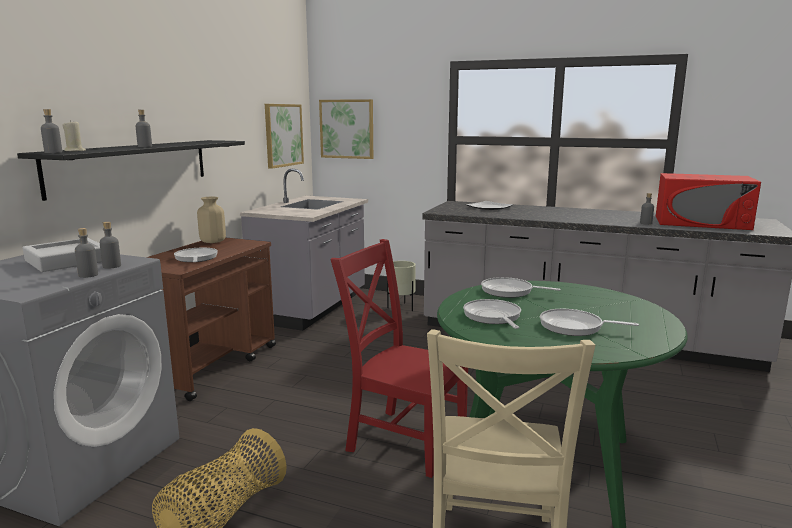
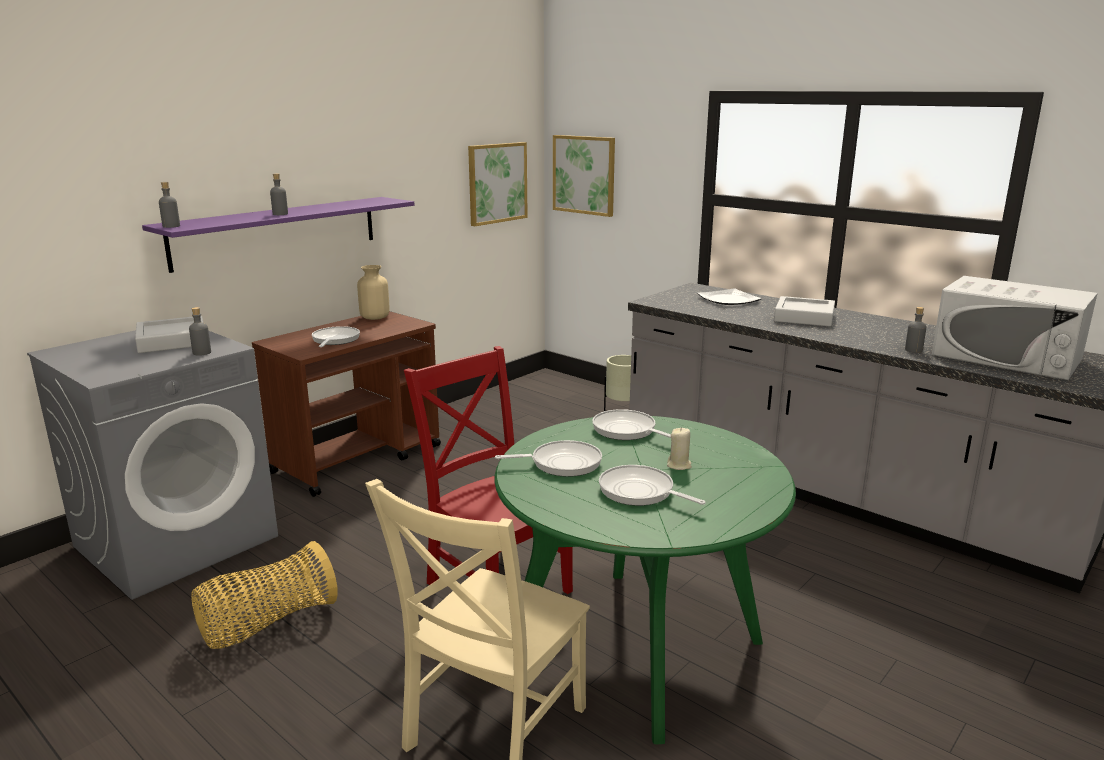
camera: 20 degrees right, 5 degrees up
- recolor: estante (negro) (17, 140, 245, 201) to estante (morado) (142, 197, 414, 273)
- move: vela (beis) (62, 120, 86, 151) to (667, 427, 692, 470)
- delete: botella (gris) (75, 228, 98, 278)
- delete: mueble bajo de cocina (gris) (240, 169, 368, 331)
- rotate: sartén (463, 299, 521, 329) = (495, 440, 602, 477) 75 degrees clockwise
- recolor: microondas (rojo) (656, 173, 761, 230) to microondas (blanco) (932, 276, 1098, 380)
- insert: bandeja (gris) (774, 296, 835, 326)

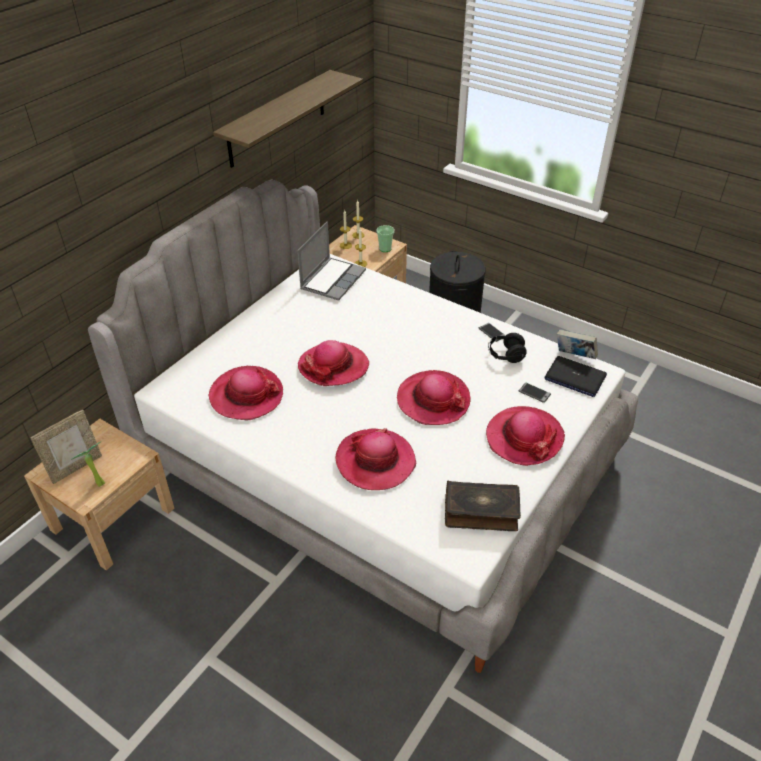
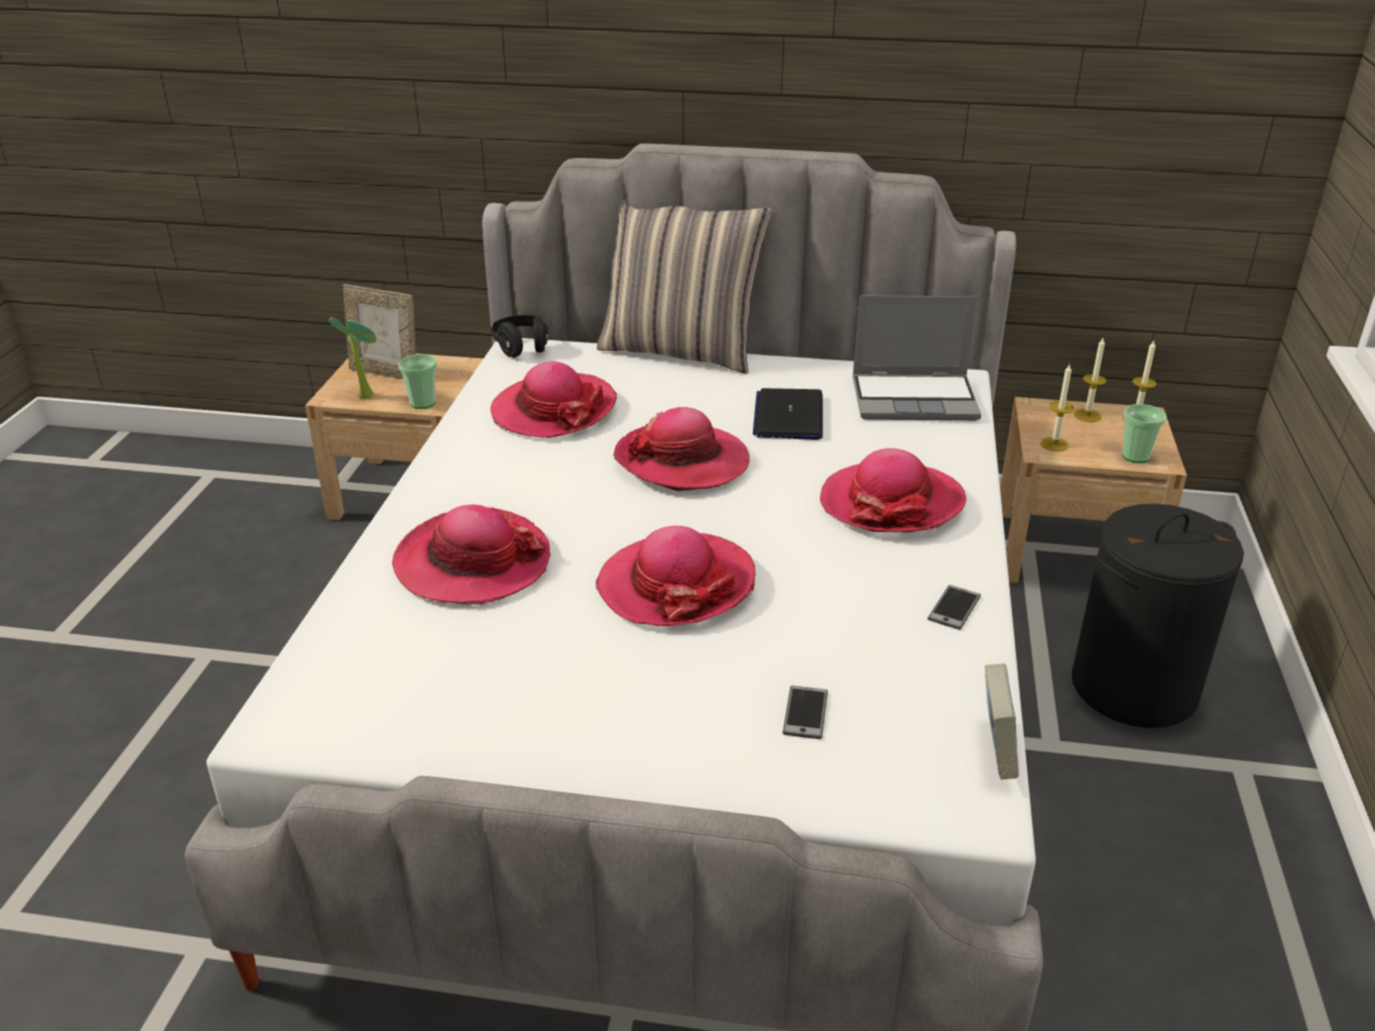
camera: 65 degrees right, 10 degrees down
- delete: estante (213, 70, 363, 168)
- delete: libro (445, 481, 521, 531)
- move: sombrero (486, 406, 565, 466) to (820, 448, 966, 532)
- move: auriculares (negro) (488, 333, 527, 363) to (491, 315, 548, 358)
- move: portátil (544, 356, 607, 397) to (753, 388, 823, 440)
- insert: taza (399, 354, 437, 409)
- insert: cojín (597, 199, 772, 374)

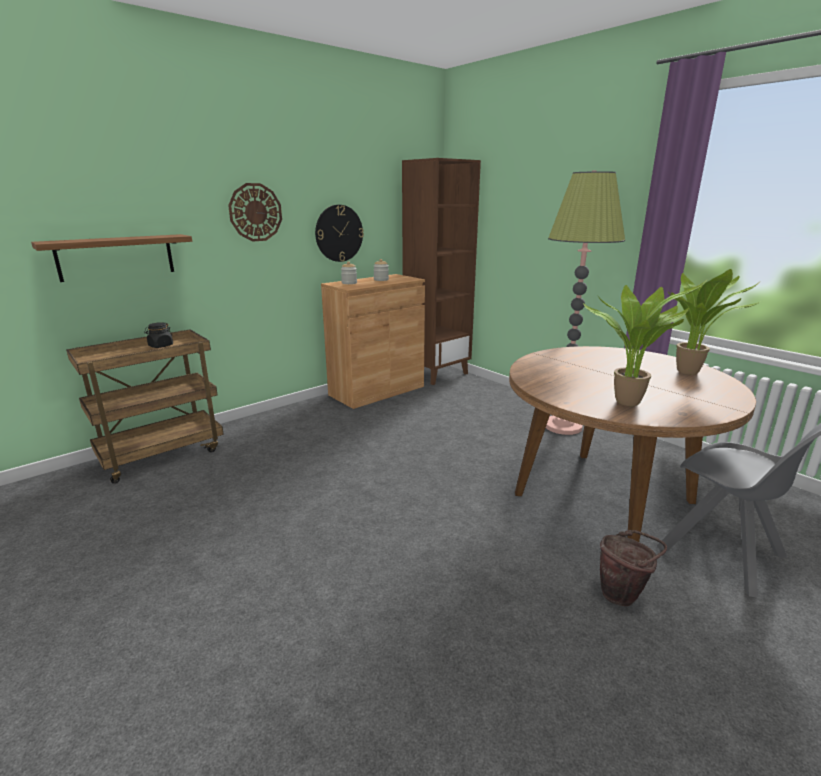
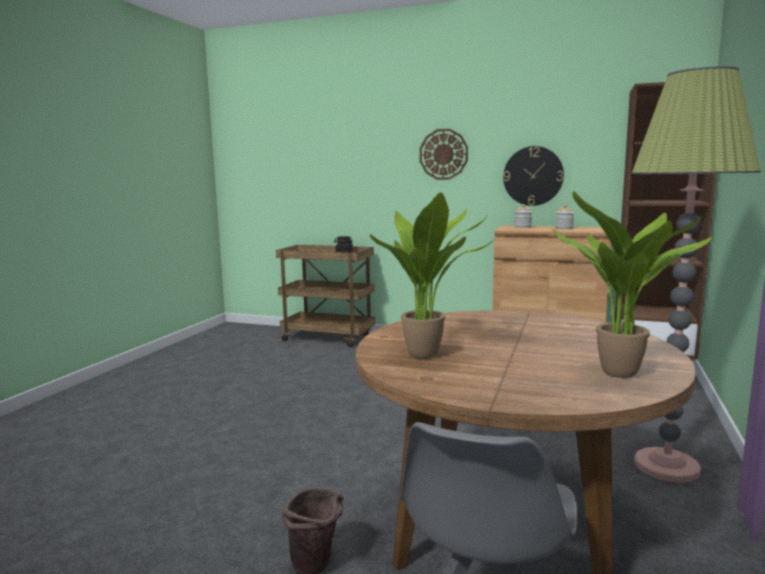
camera: 60 degrees right, 10 degrees down
- delete: estante (31, 234, 192, 282)

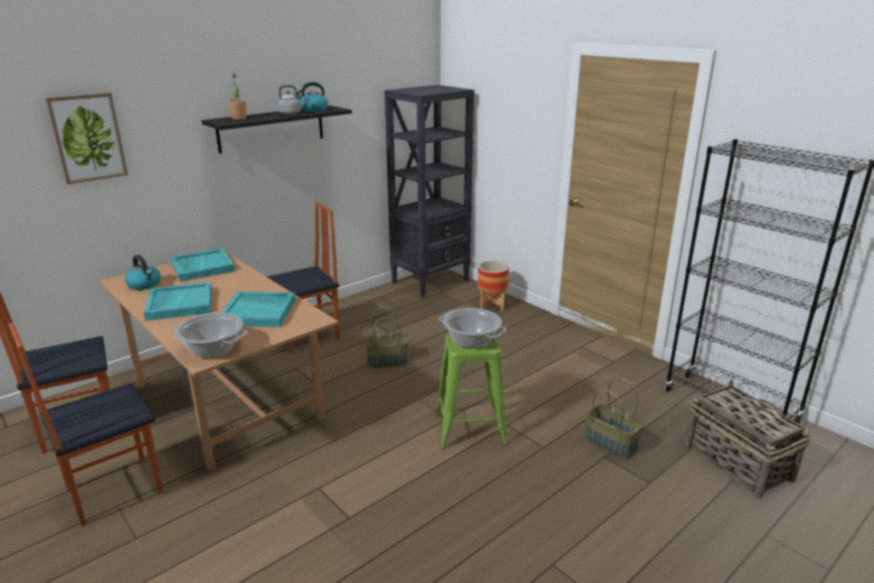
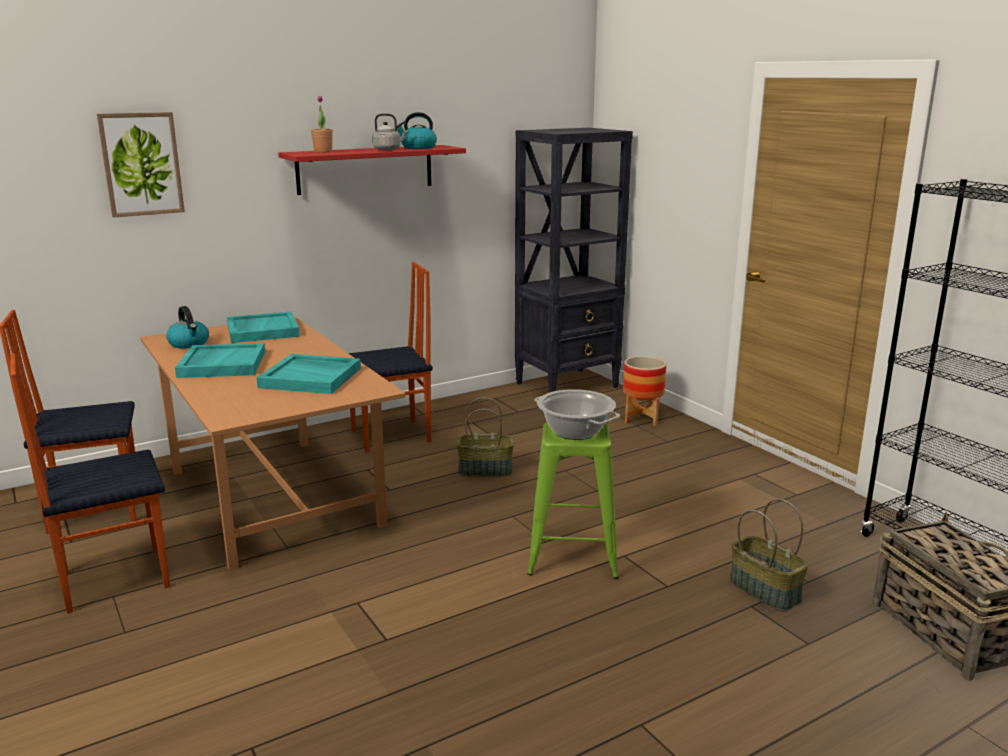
camera: 10 degrees right, 5 degrees down
- delete: olla (172, 312, 248, 358)
- recolor: estante (negro) (201, 105, 352, 154) to estante (rojo) (278, 145, 466, 195)

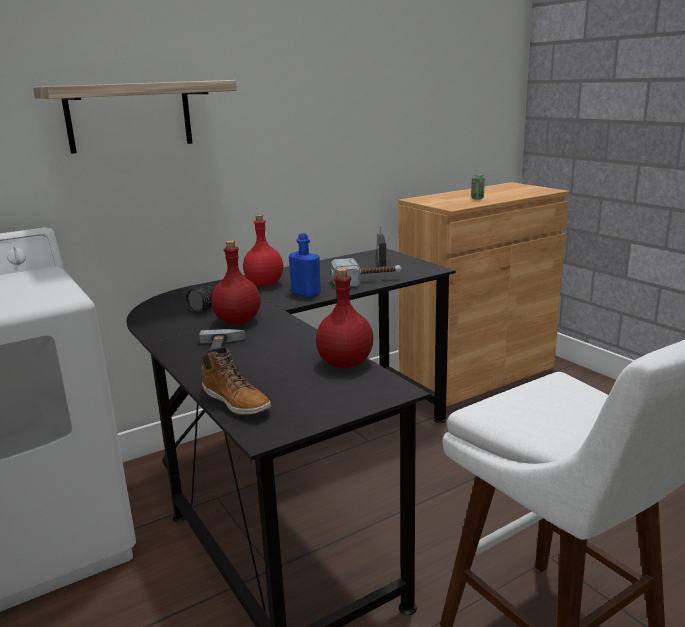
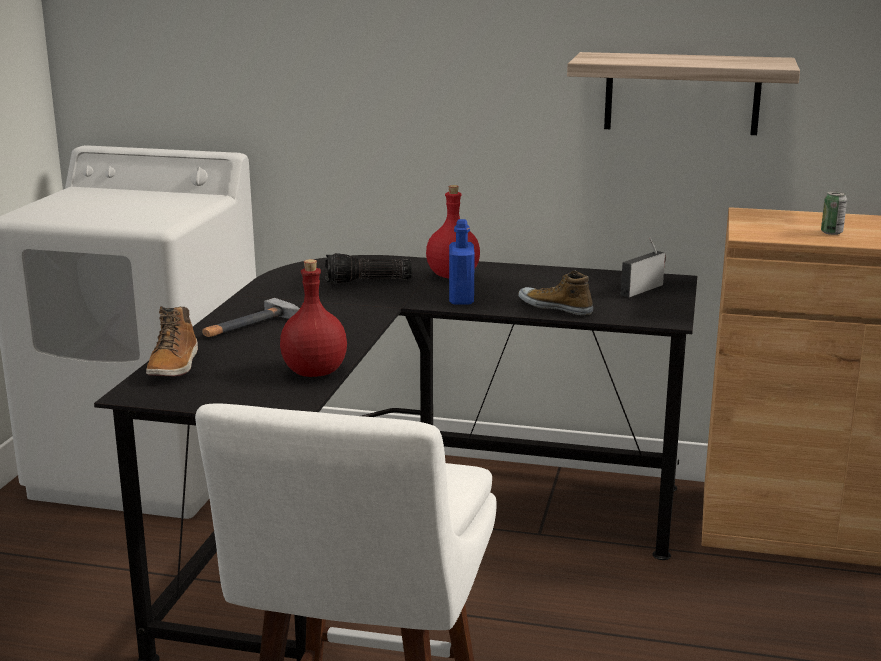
camera: 45 degrees right, 0 degrees up
- move: estante (33, 80, 237, 154) to (567, 52, 800, 135)
- delete: botella (rojo) (211, 240, 261, 325)
- replace: martillo (331, 258, 401, 287) to zapato (518, 270, 593, 316)

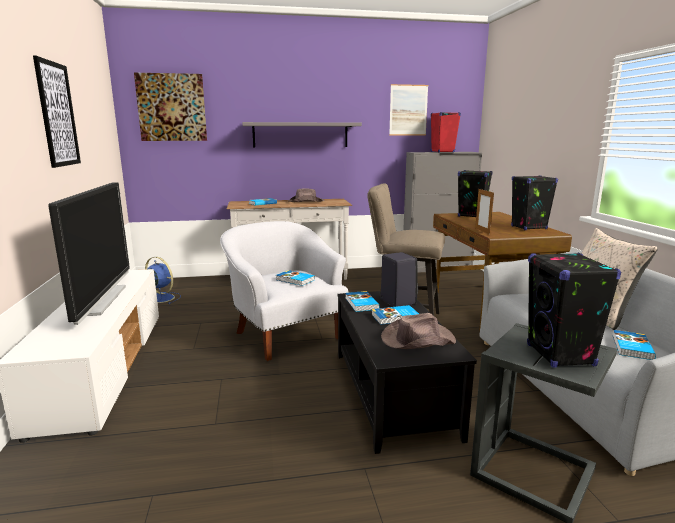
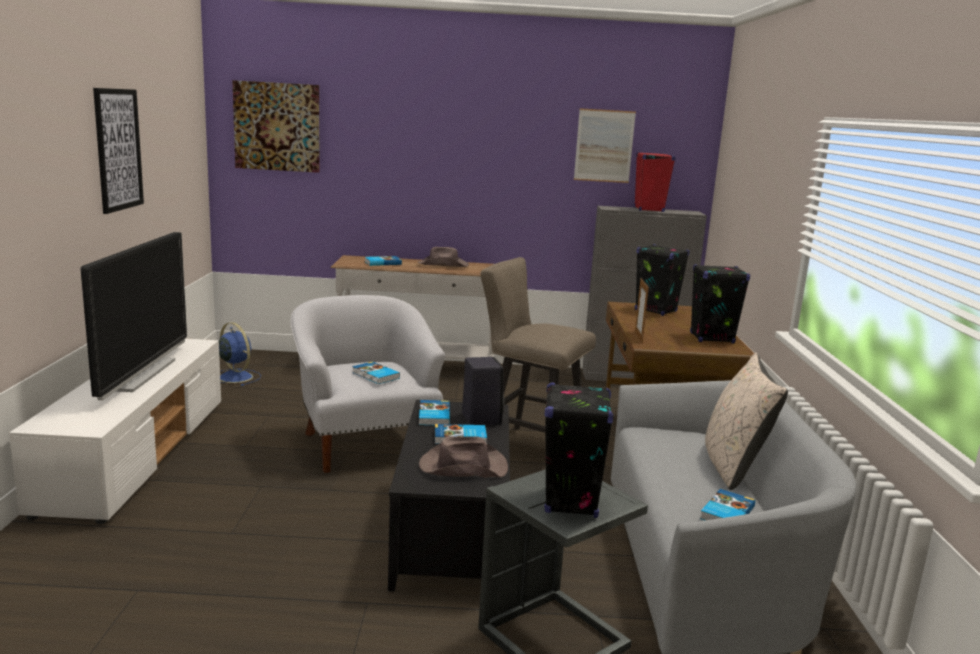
camera: 10 degrees right, 0 degrees up
- delete: estante (gris) (242, 122, 362, 147)

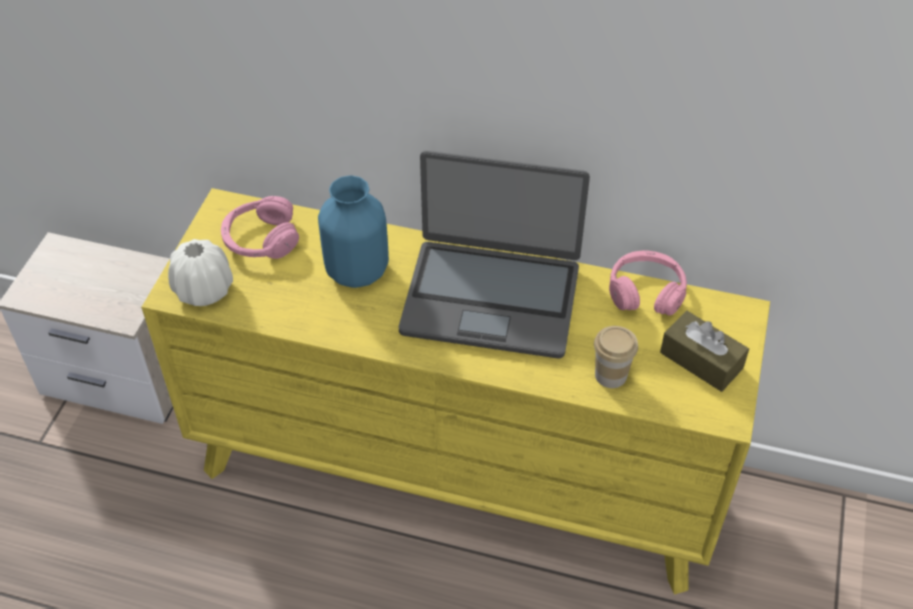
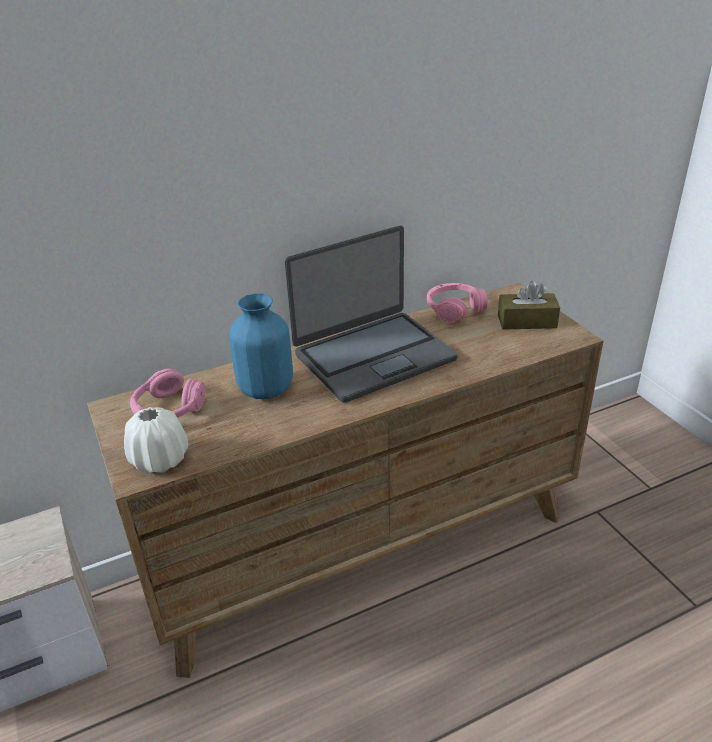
camera: 40 degrees left, 15 degrees down
- recolor: cómoda (amarillo) (141, 188, 770, 594) to cómoda (marrón) (87, 283, 603, 678)
- delete: taza (594, 326, 638, 388)

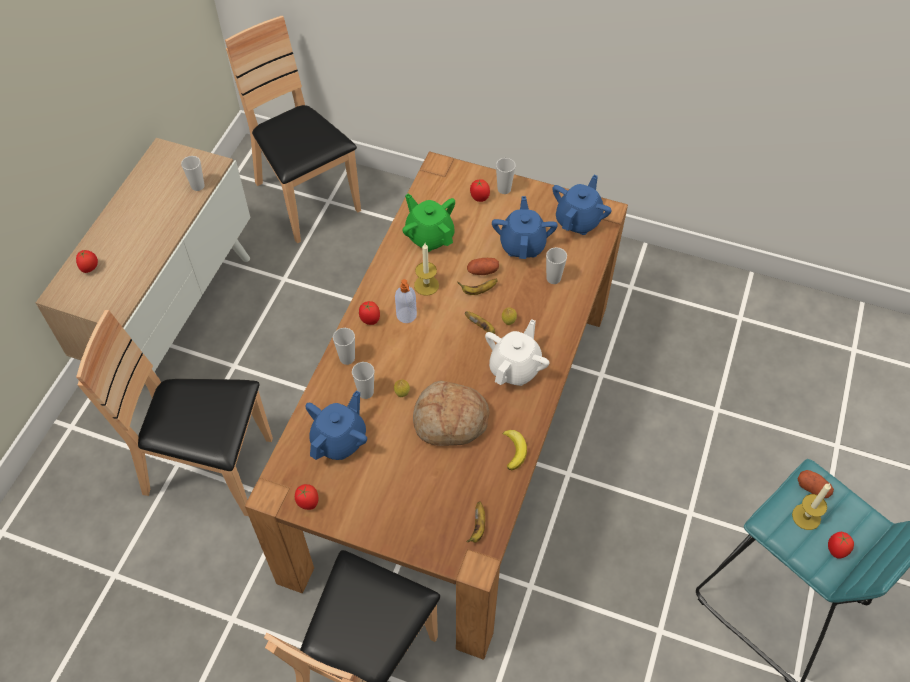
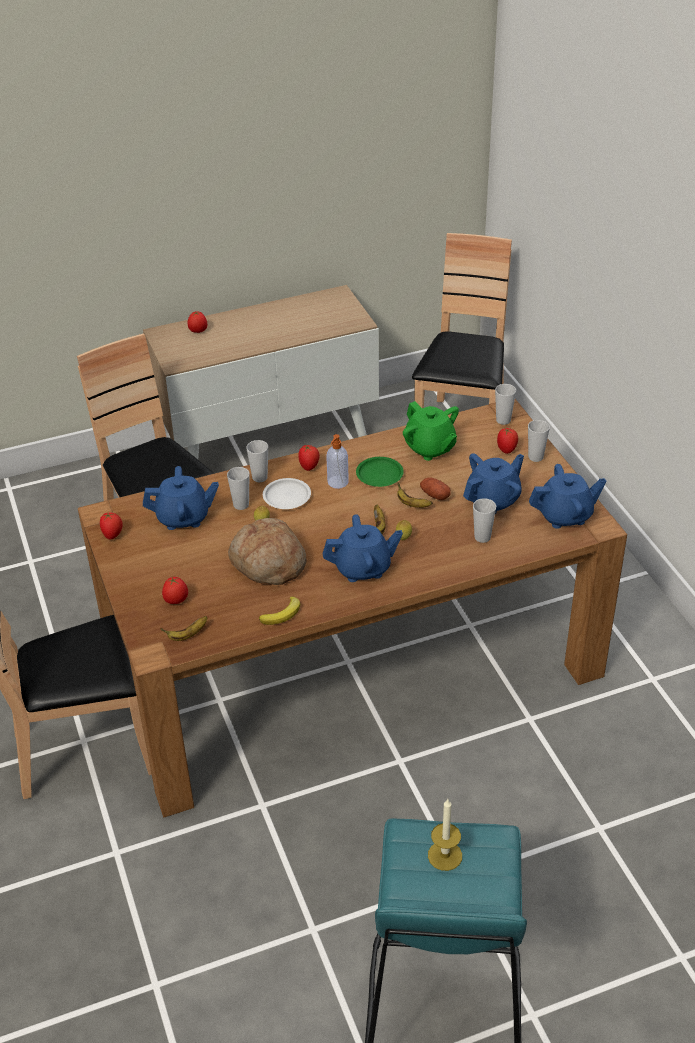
camera: 50 degrees right, 15 degrees down
- move: taza (181, 156, 204, 191) to (495, 384, 516, 425)
- rotate: tetera (verde) (402, 193, 455, 252) = (403, 401, 459, 461) 135 degrees clockwise
- replace: vela (414, 243, 439, 296) to plato (verde) (356, 457, 404, 487)
- recolor: tetera (blanco) (485, 319, 549, 386) to tetera (azul) (323, 514, 403, 582)
- delete: patata (797, 470, 834, 498)
- move: tomate (828, 532, 854, 558) to (162, 577, 188, 604)
- insert: plato (blanco) (263, 478, 311, 509)

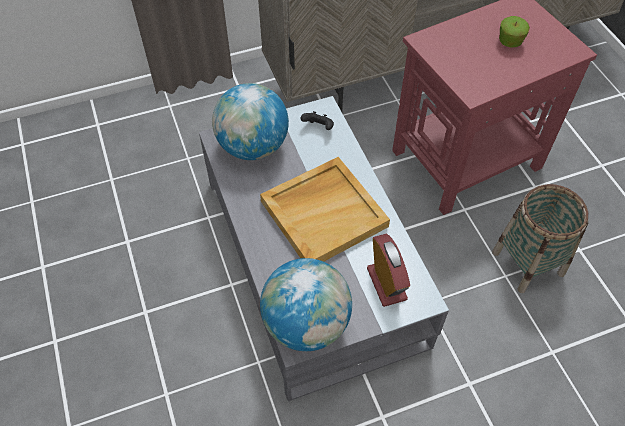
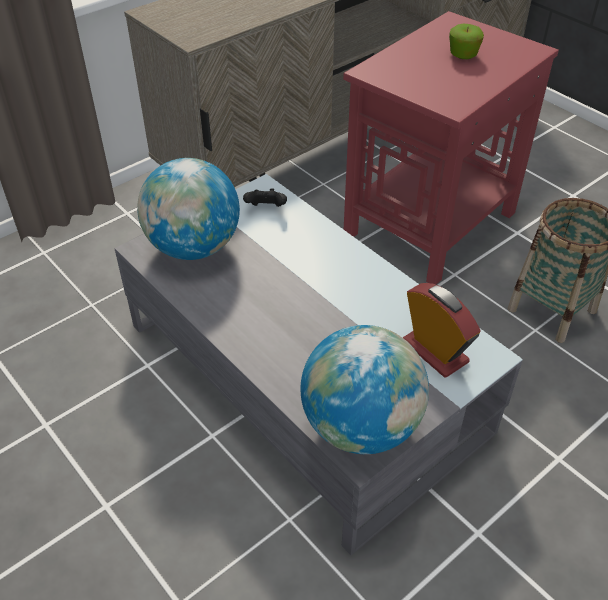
camera: 20 degrees left, 10 degrees down
- delete: bandeja (beis) (260, 157, 390, 262)

